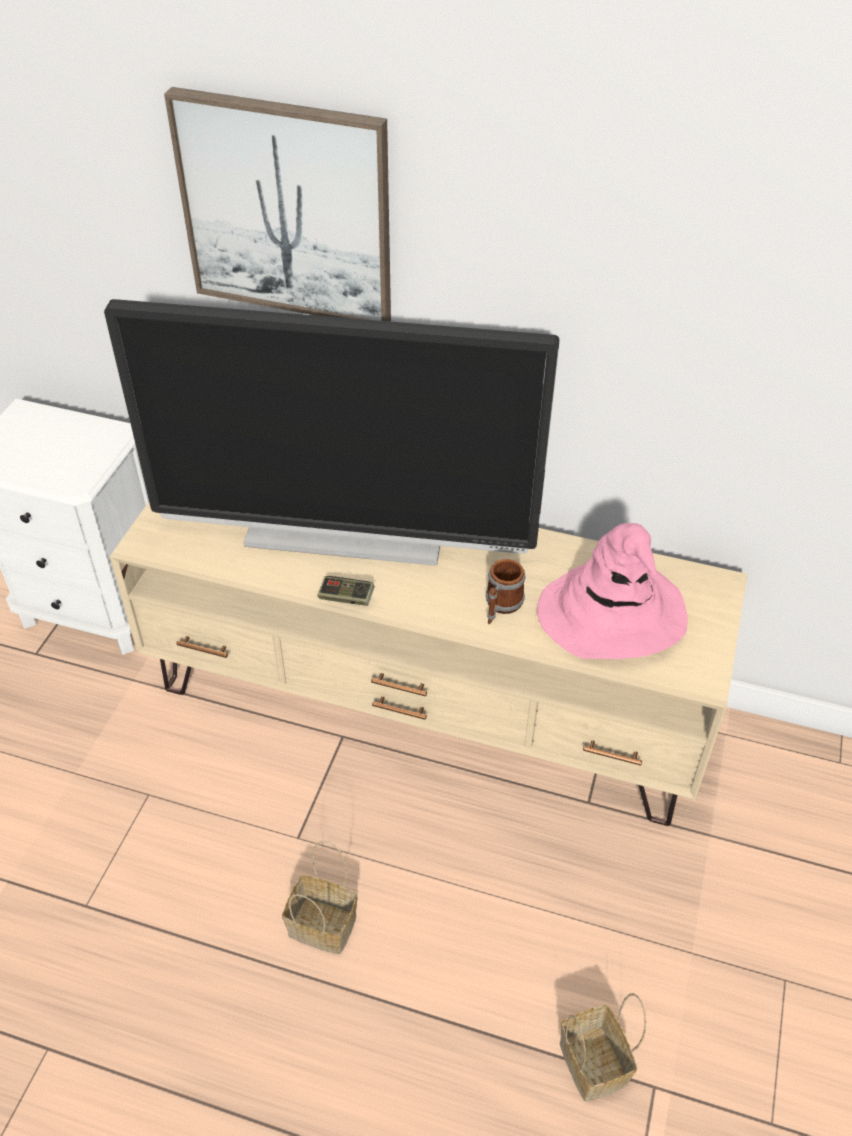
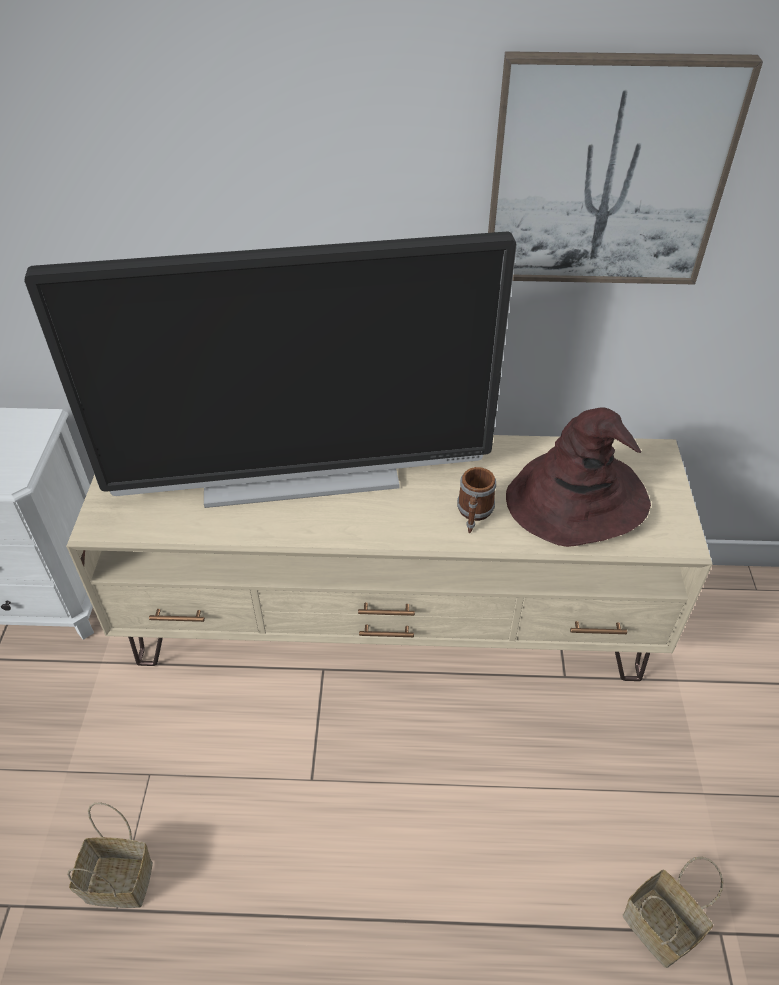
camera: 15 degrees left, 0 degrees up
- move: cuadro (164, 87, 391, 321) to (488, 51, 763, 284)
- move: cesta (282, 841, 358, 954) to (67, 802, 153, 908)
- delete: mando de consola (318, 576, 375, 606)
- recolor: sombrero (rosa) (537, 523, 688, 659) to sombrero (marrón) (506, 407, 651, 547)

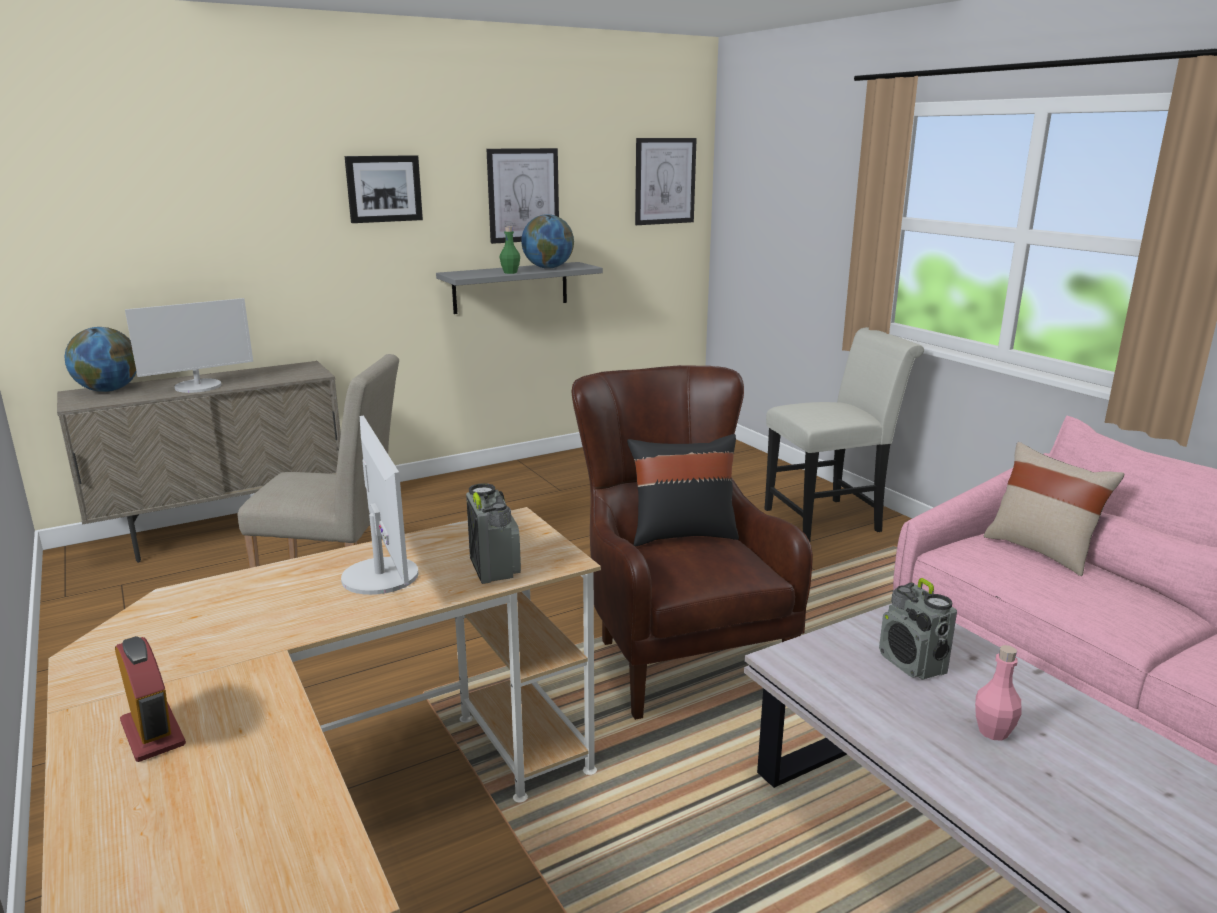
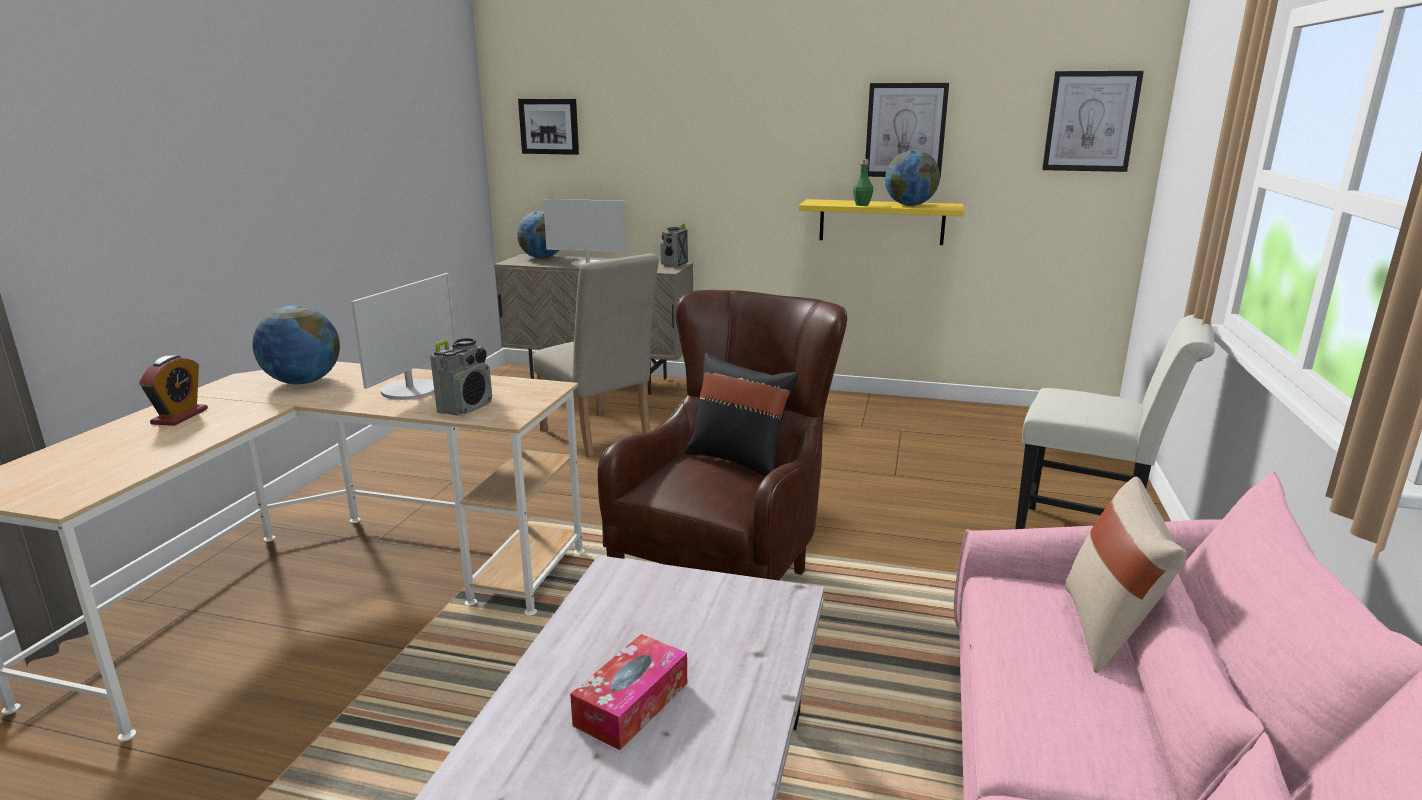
camera: 45 degrees right, 0 degrees up
- move: cuadro (345, 155, 423, 223) to (518, 99, 579, 155)
- recolor: estante (gris) (436, 262, 603, 314) to estante (amarillo) (798, 199, 964, 245)
- move: radio (879, 578, 957, 680) to (660, 224, 688, 267)
- replace: botella (rosa) (975, 645, 1021, 741) to caja de pañuelos (570, 634, 687, 750)
- insert: globo terráqueo (252, 306, 340, 384)

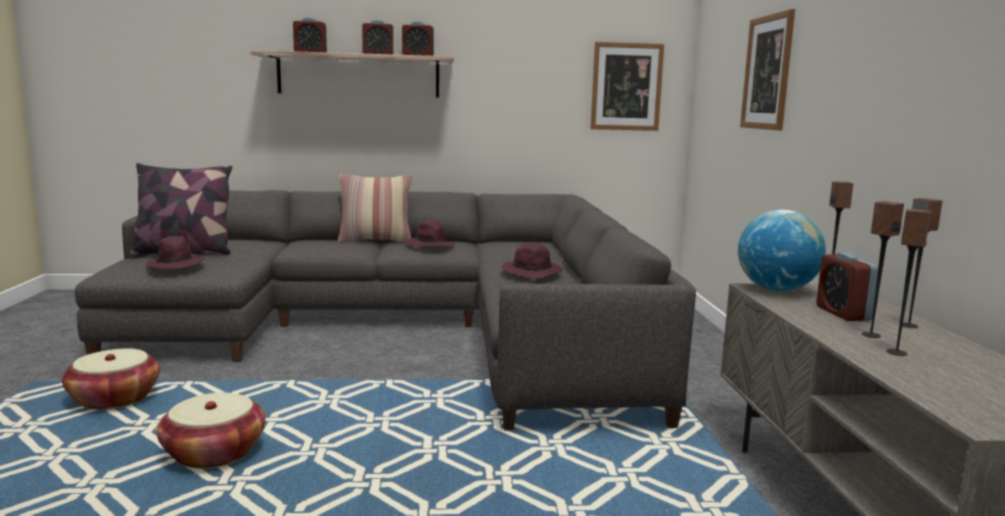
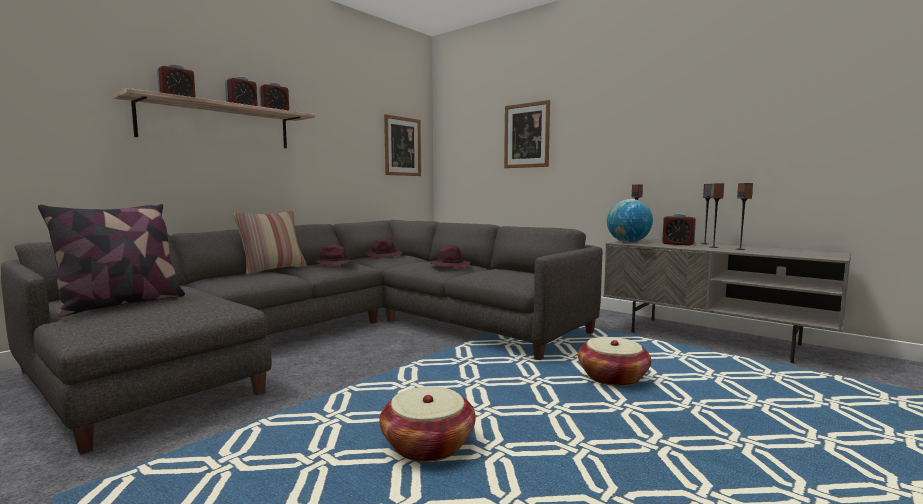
camera: 45 degrees left, 5 degrees down
- move: cesta (62, 348, 160, 410) to (578, 337, 651, 386)
- move: sombrero (morado) (146, 236, 206, 269) to (365, 238, 403, 259)

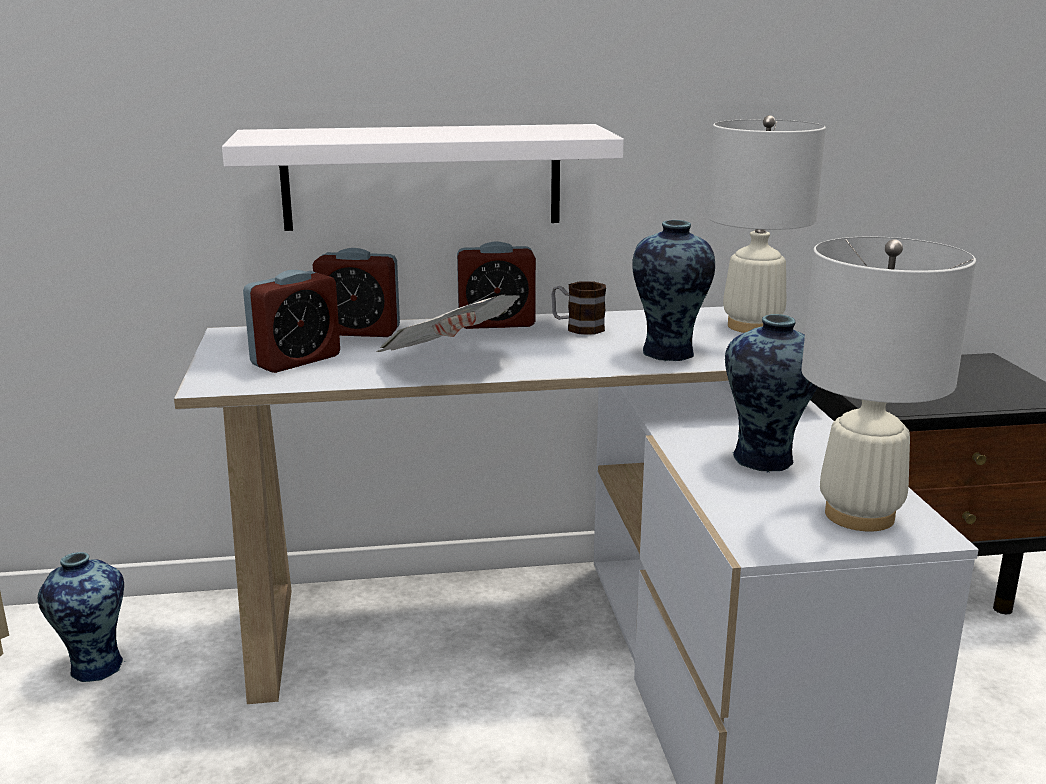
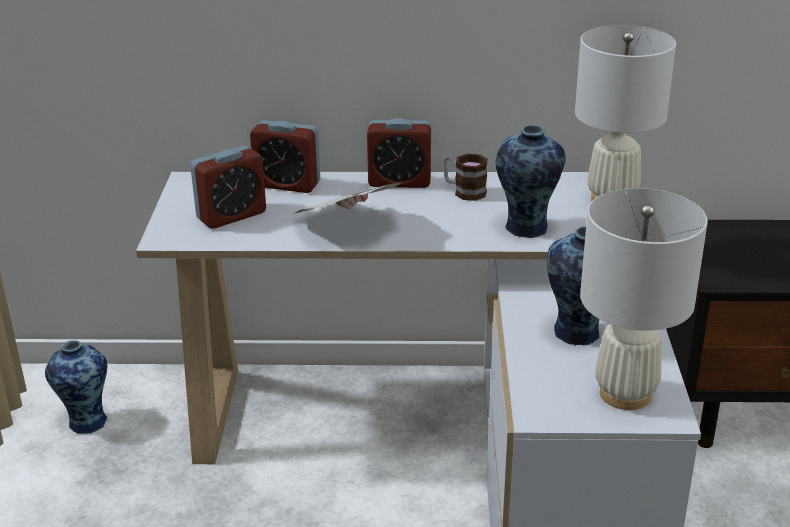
camera: 10 degrees right, 10 degrees up
- delete: estante (blanco) (222, 124, 624, 231)

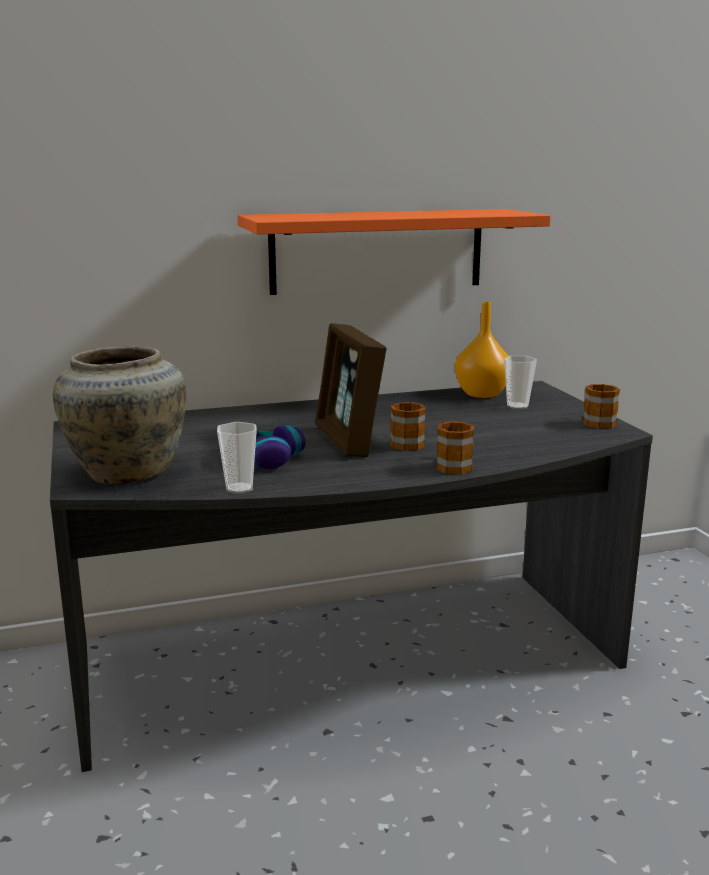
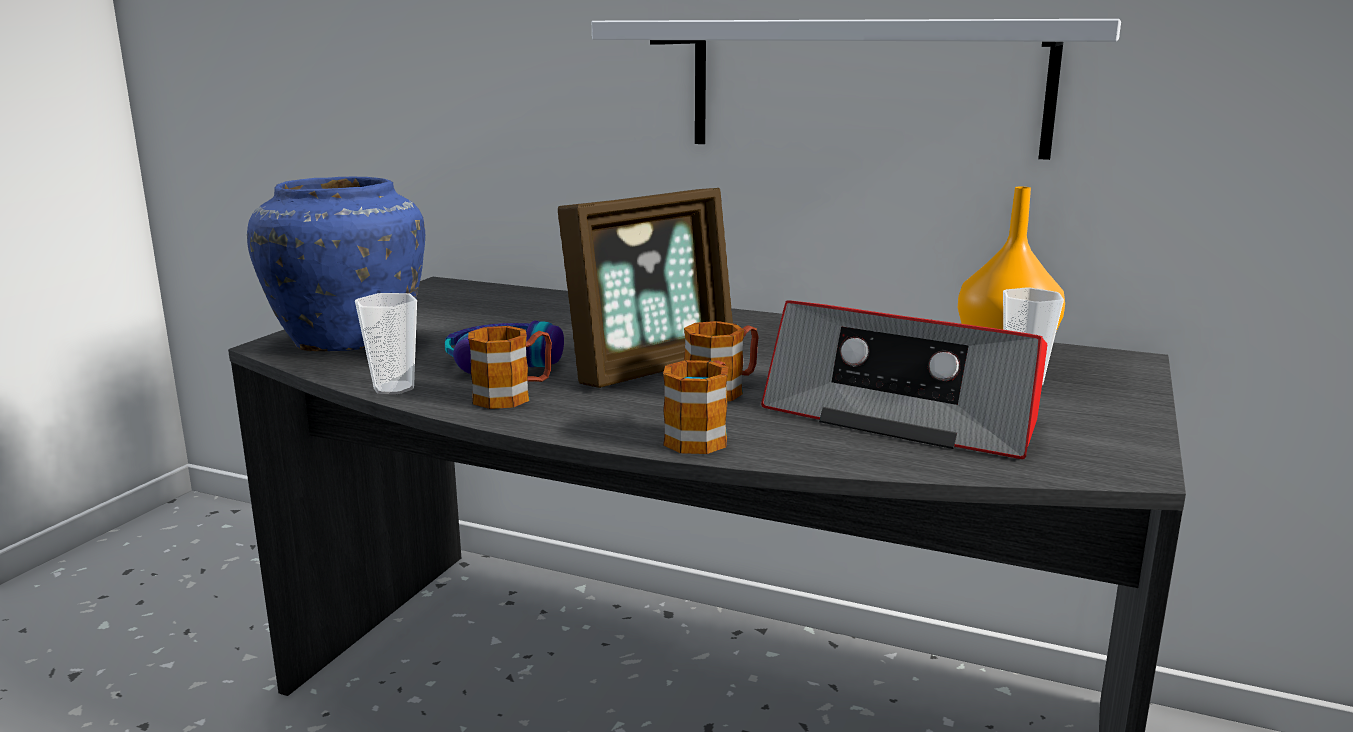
camera: 40 degrees right, 0 degrees up
- recolor: florero (beis) (53, 347, 186, 485) to florero (azul) (247, 177, 425, 351)
- recolor: estante (naranja) (238, 209, 551, 295) to estante (blanco) (592, 19, 1121, 160)
- rotate: portarretratos (315, 323, 387, 457) = (558, 188, 733, 388) 150 degrees counterclockwise
- move: taza grande (583, 384, 620, 429) to (468, 326, 552, 409)
- insert: radio (761, 300, 1047, 459)

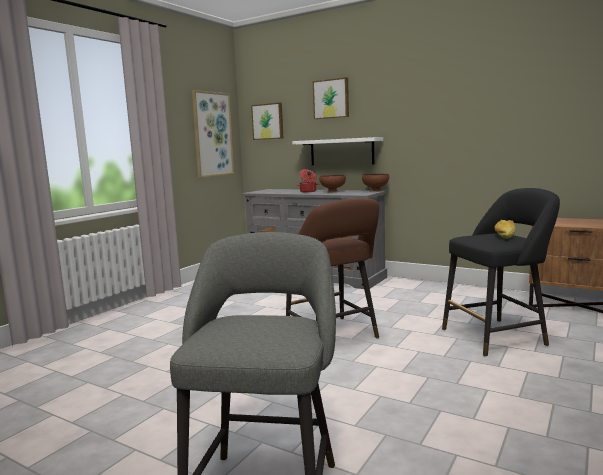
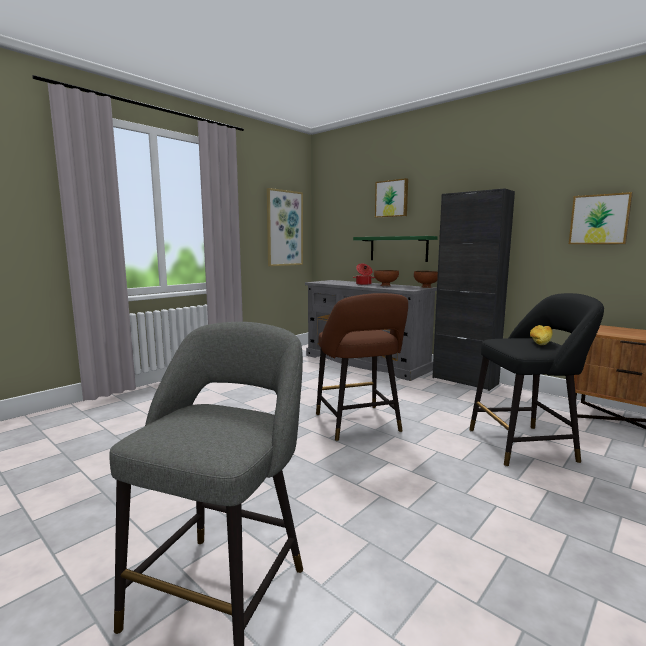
camera: 10 degrees right, 0 degrees up
- move: cuadro (251, 103, 283, 140) to (569, 192, 633, 244)
- recolor: estante (blanco) (292, 137, 383, 165) to estante (verde) (353, 236, 438, 262)
- insert: armario (negro) (432, 188, 515, 391)

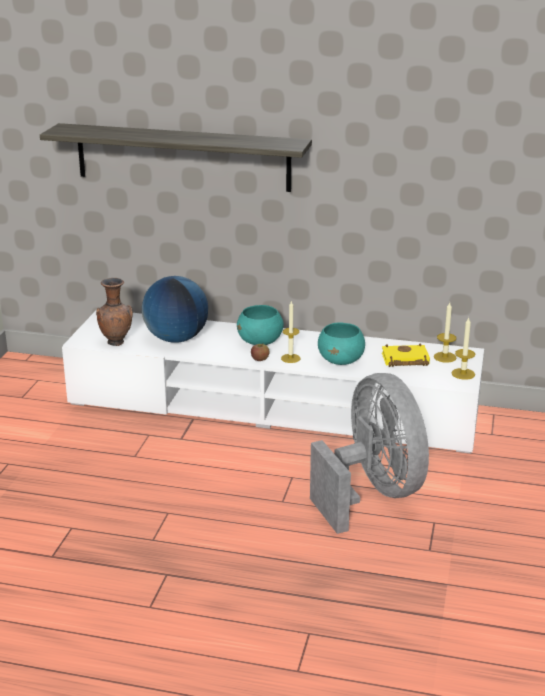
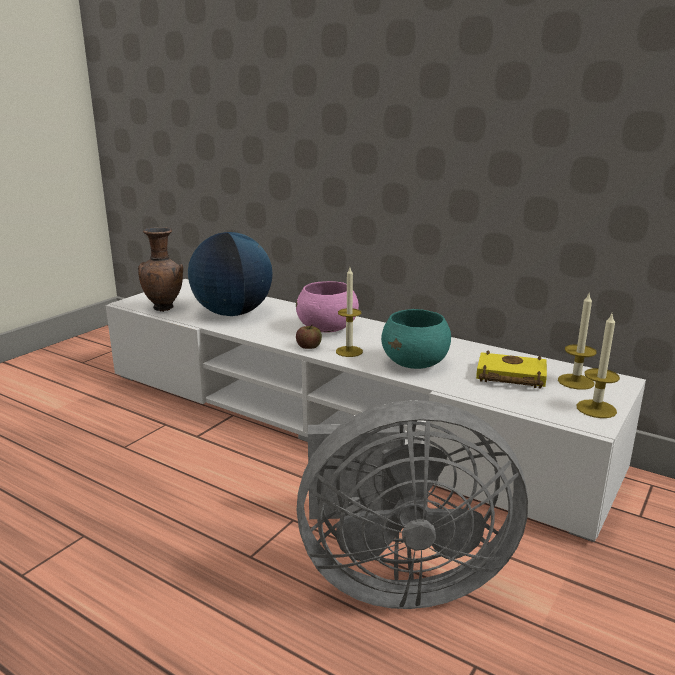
camera: 20 degrees right, 5 degrees down
- delete: estante (40, 123, 312, 192)
- recolor: cuenco (turquesa) (237, 305, 284, 345) to cuenco (rosa) (296, 281, 359, 332)
- rotate: ventilador (gris) (310, 373, 429, 534) = (296, 400, 528, 609) 90 degrees clockwise

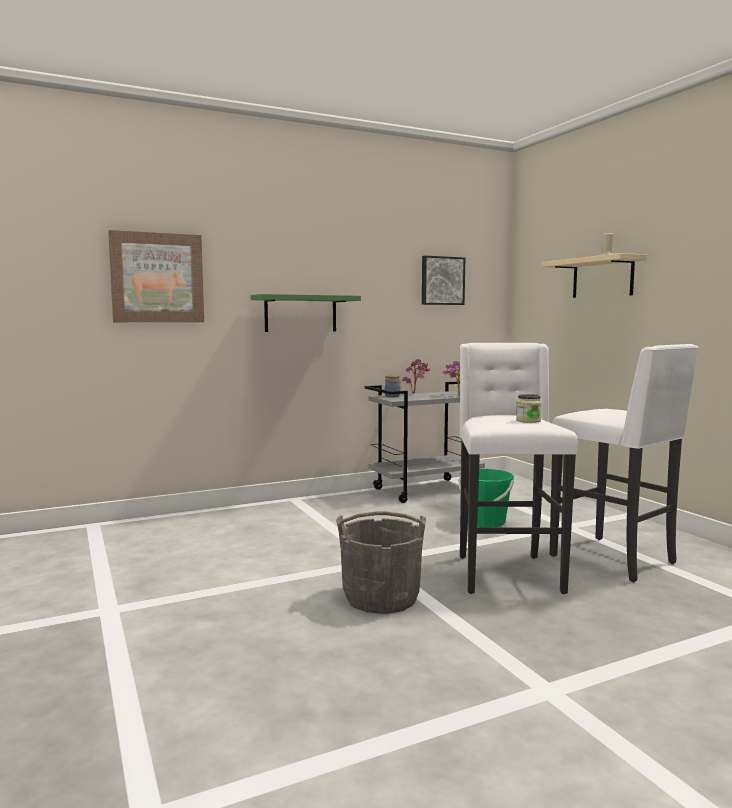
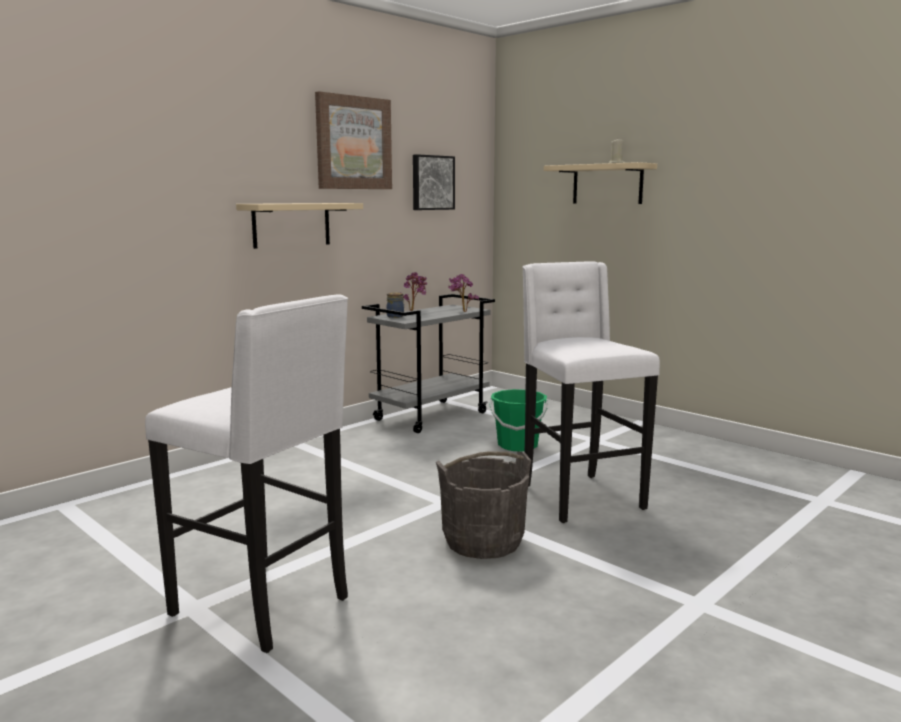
camera: 20 degrees left, 5 degrees up
- move: cuadro (108, 230, 204, 322) to (315, 91, 392, 189)
- recolor: estante (verde) (251, 294, 361, 332) to estante (beis) (236, 203, 363, 249)
- delete: tarro (516, 394, 542, 423)
- move: taburete (blanco) (550, 344, 699, 582) to (145, 294, 348, 653)

